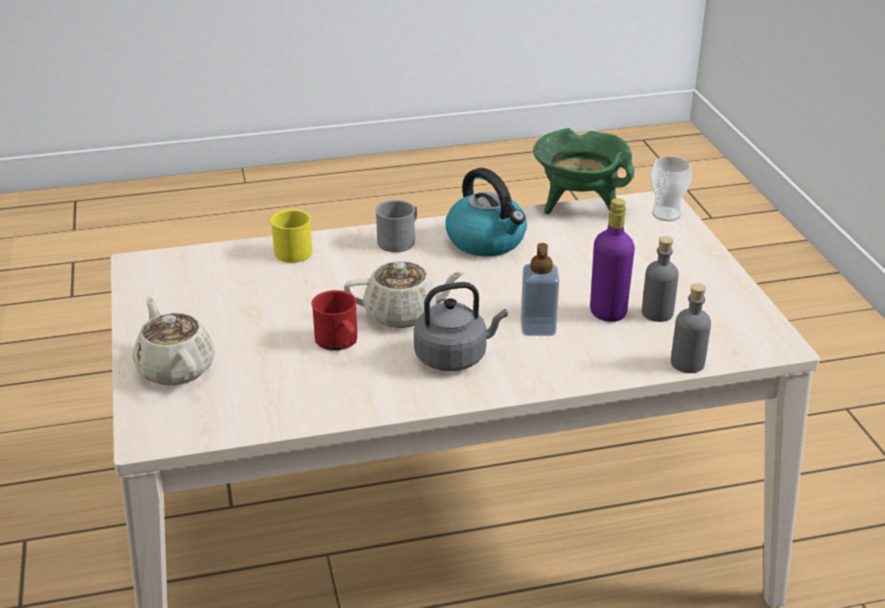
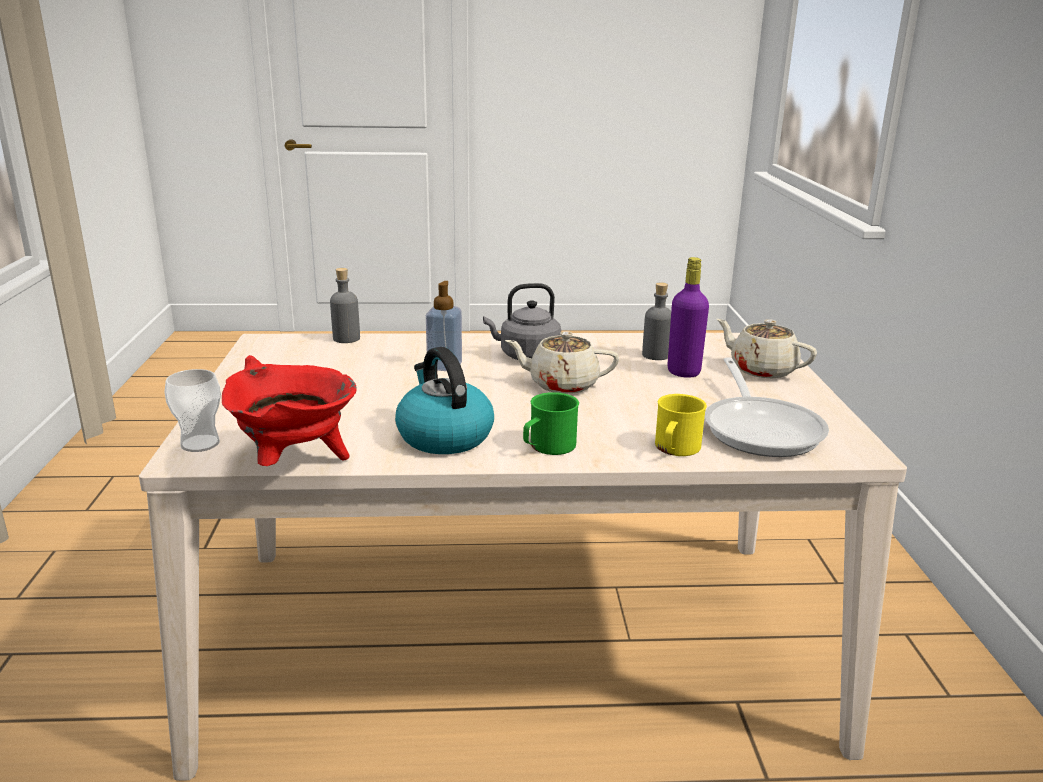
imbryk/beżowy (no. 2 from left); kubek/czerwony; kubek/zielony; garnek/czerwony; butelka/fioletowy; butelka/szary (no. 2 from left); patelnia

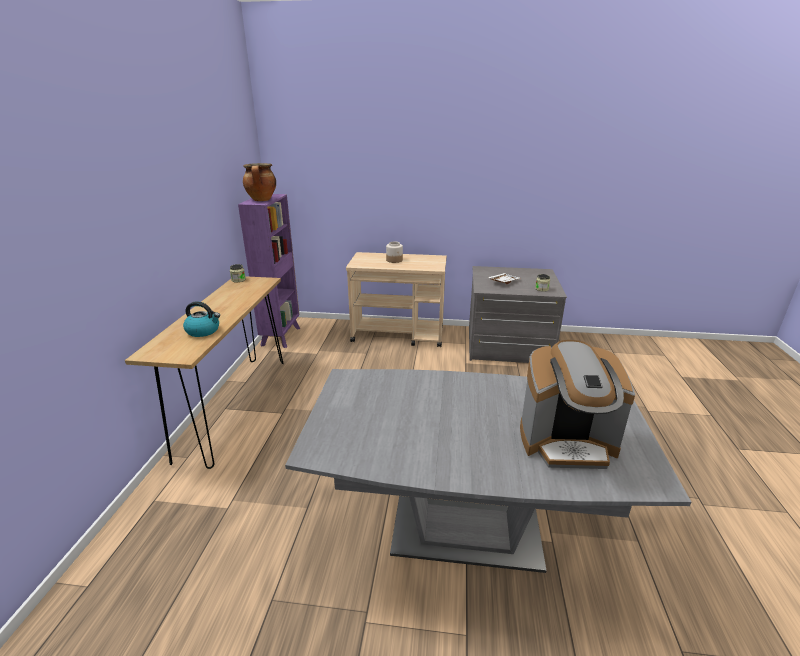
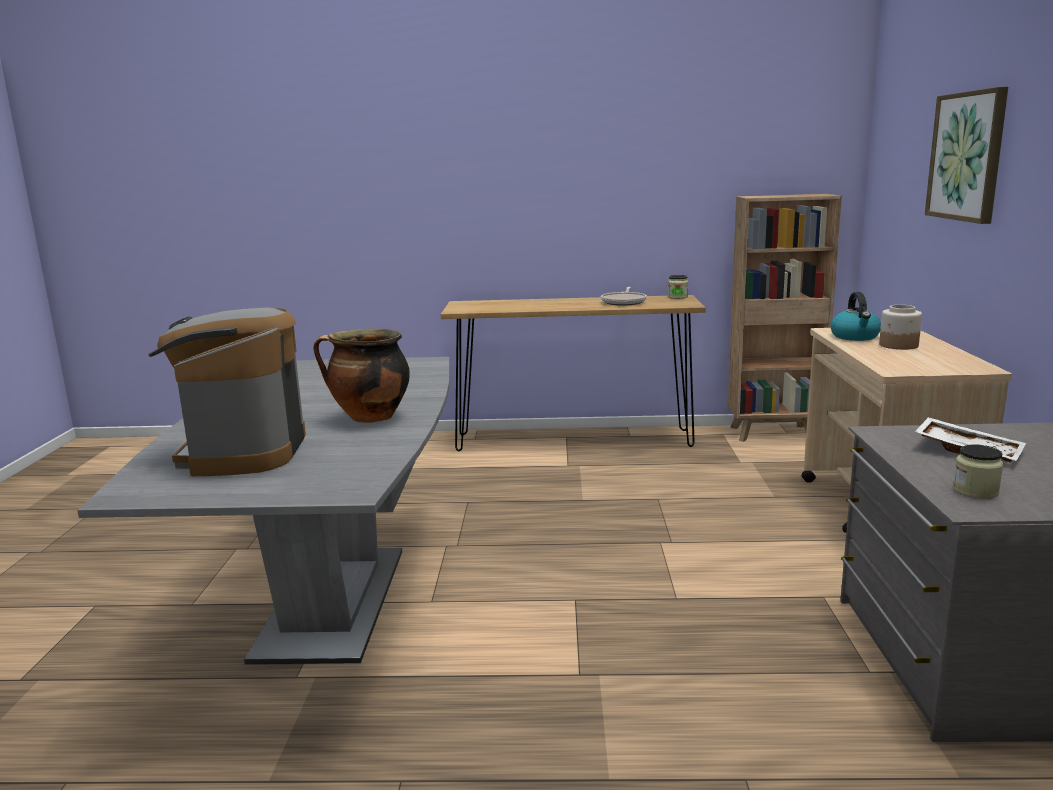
czajnik; regał/brązowy; garnek; patelnia; obraz

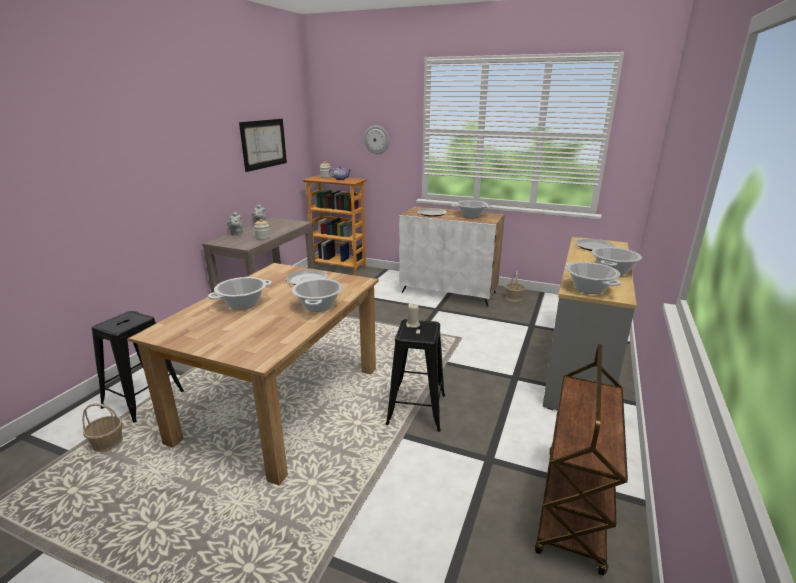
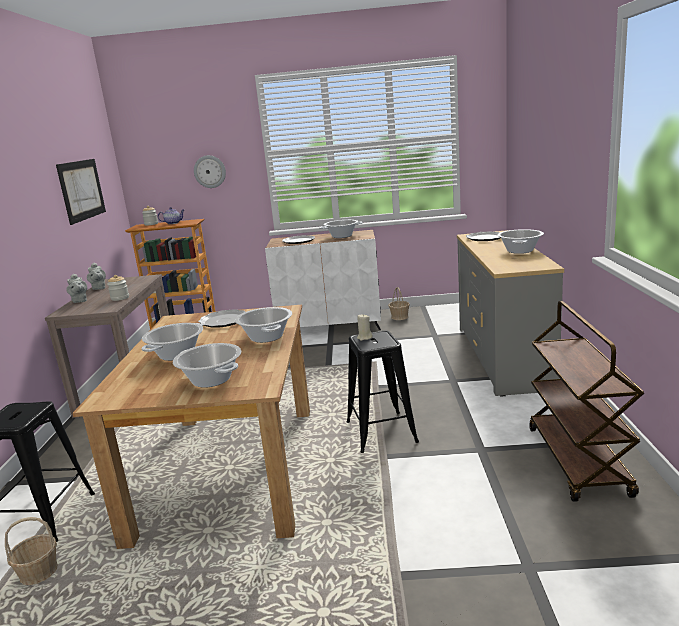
garnek (no. 2 from left)

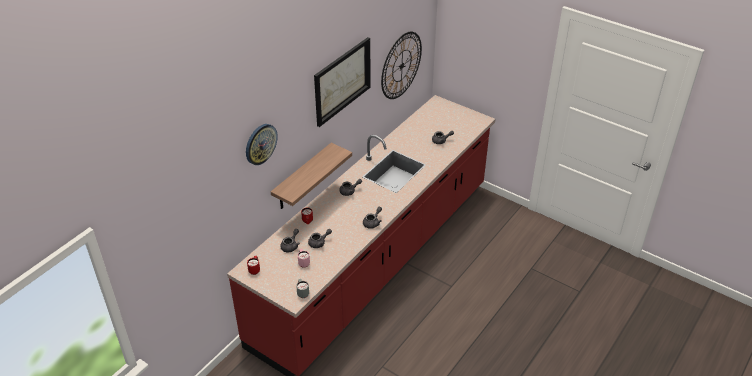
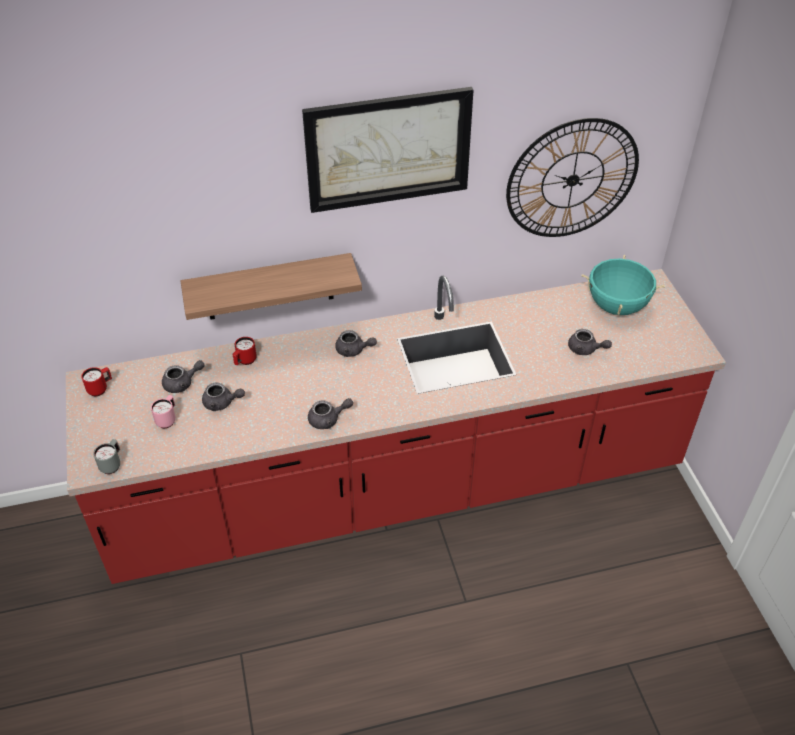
zegar ścienny (no. 1 from left in the first image); garnek/turkusowy

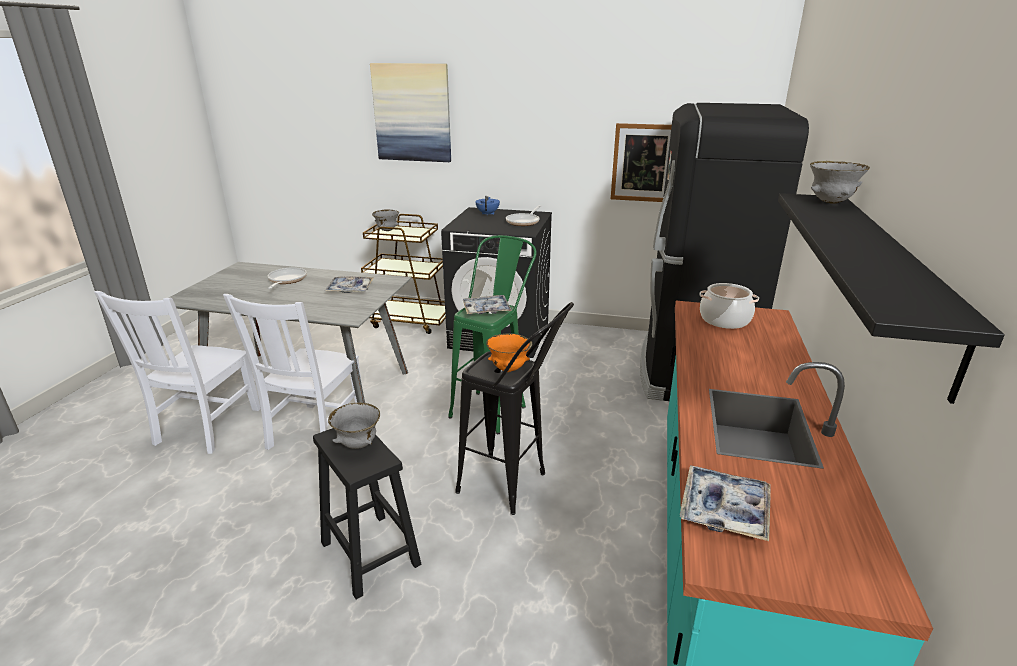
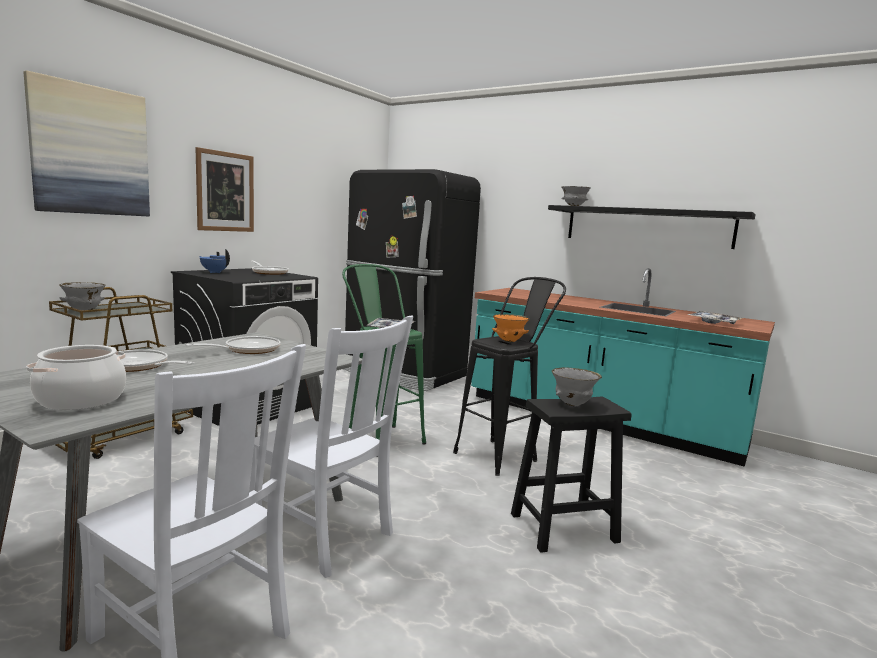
patelnia (no. 2 from left); obraz (no. 2 from left); garnek

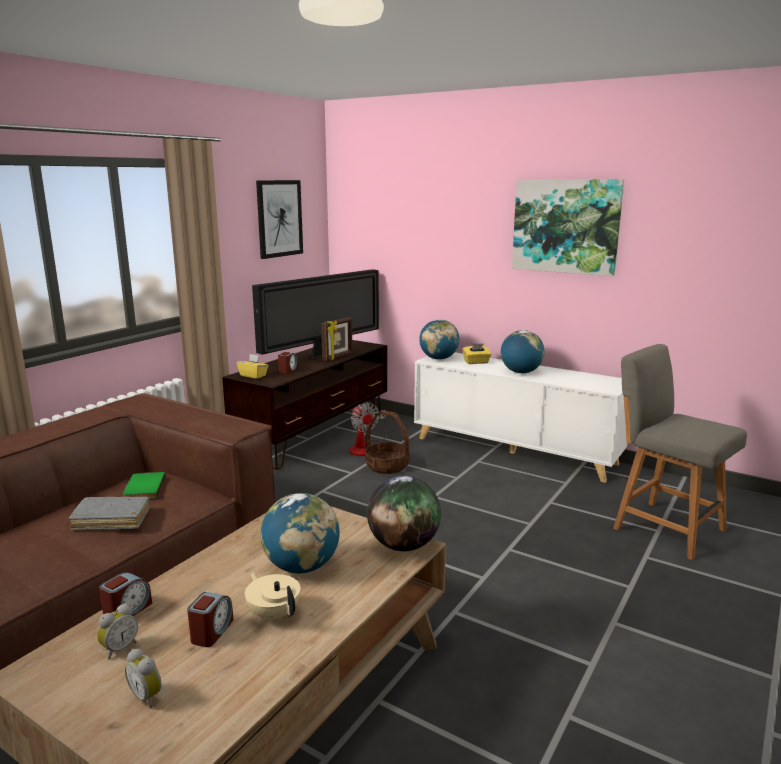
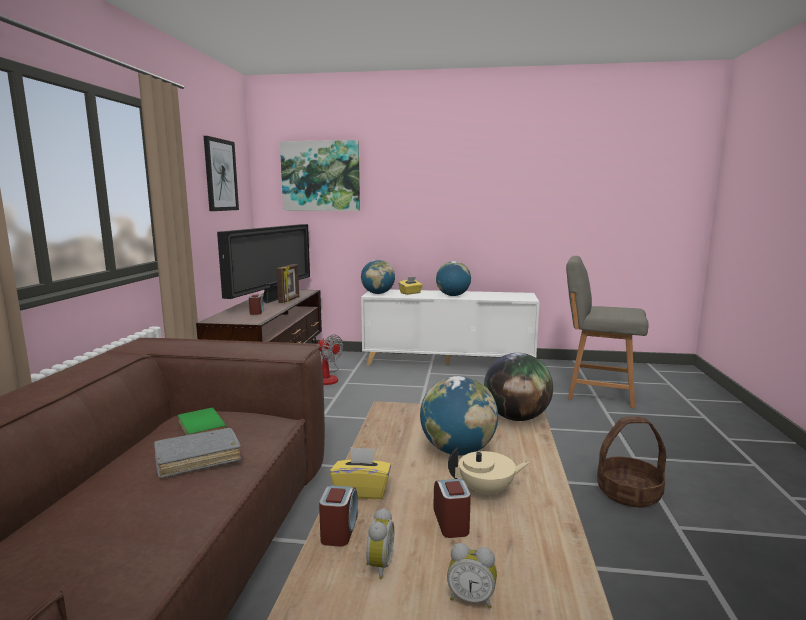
pudełko chusteczek/żółty (no. 1 from left); imbryk/beżowy; koszyk; obraz (no. 2 from left)

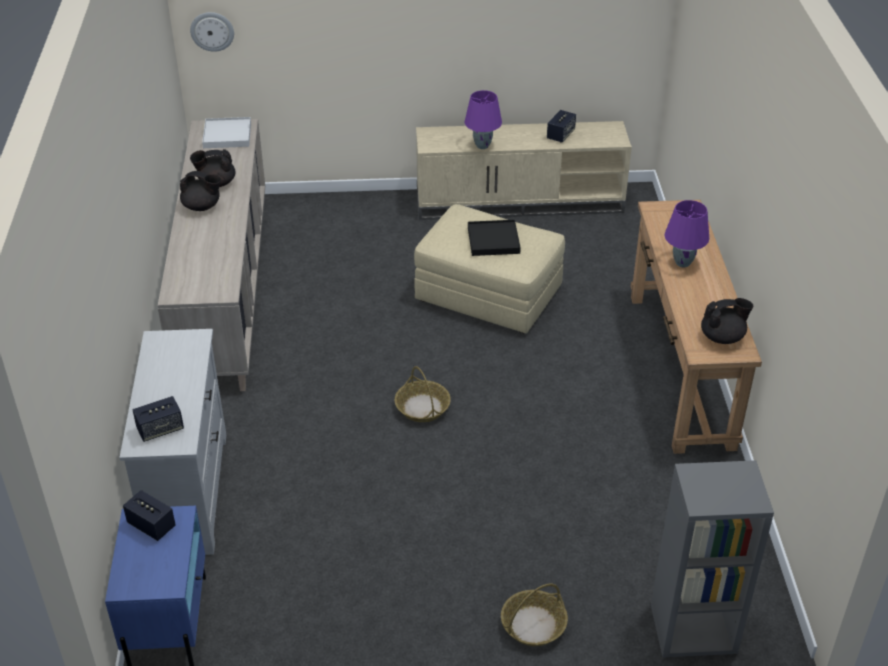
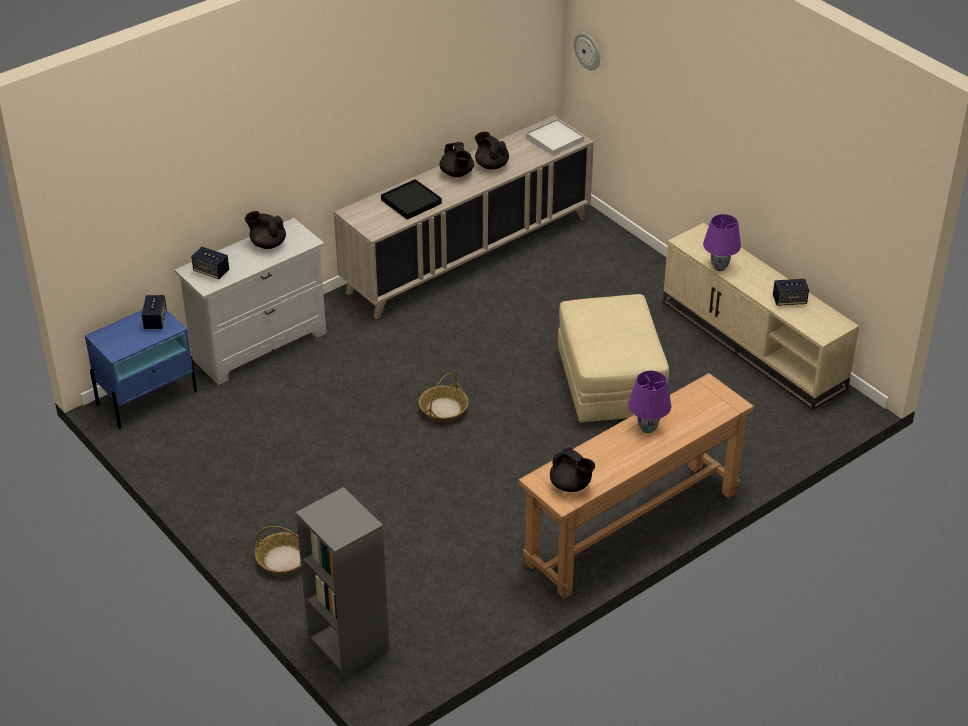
taca/czarny; imbryk/czarny (no. 1 from left)

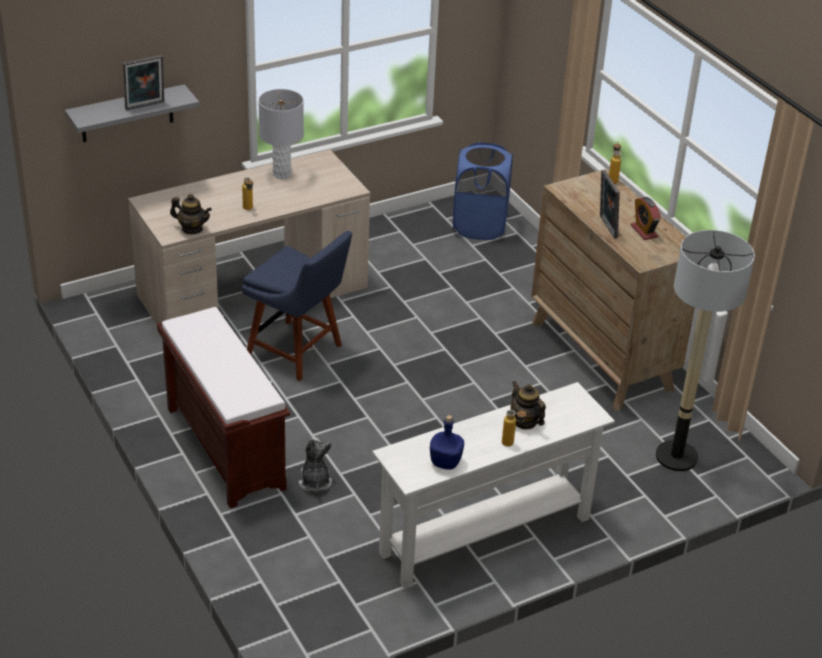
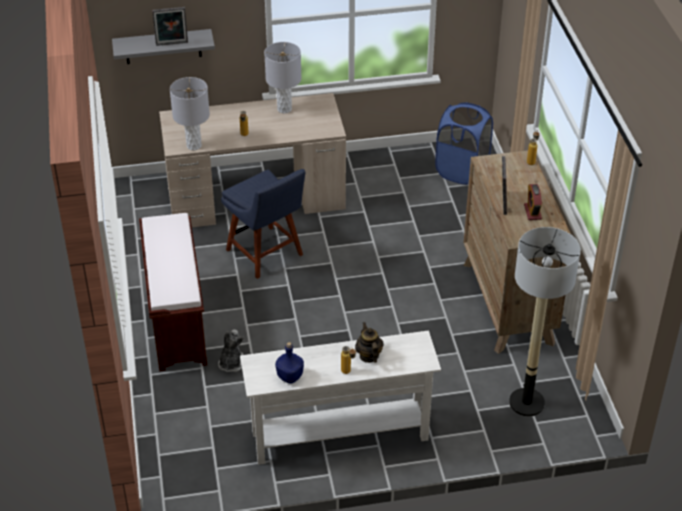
lampa stołowa/szary (no. 1 from left)

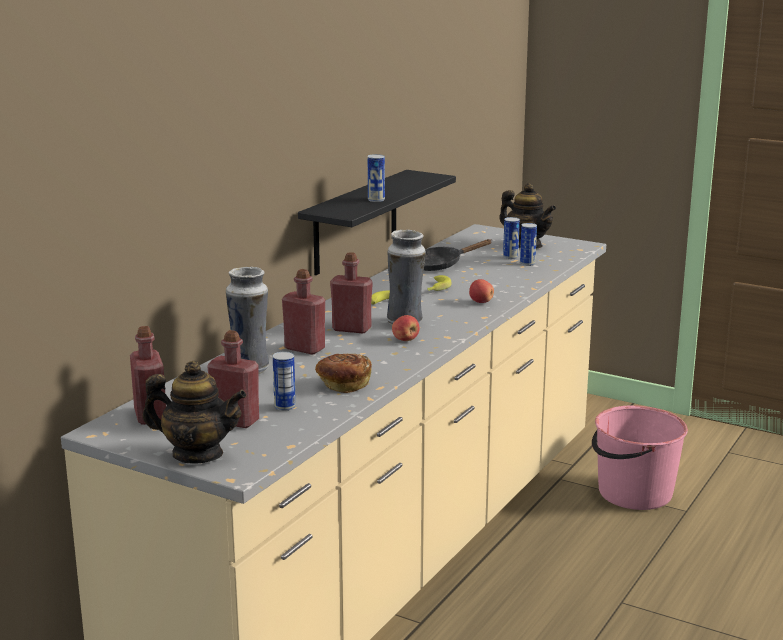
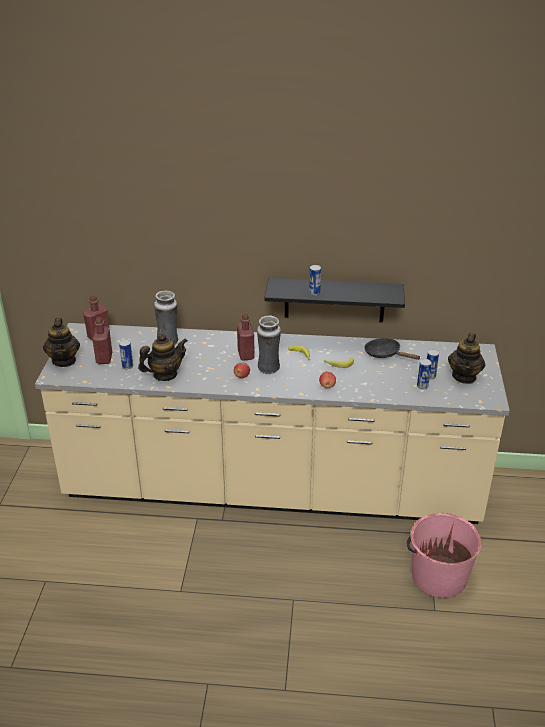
butelka/czerwony (no. 3 from left in the first image); imbryk (no. 2 from left)

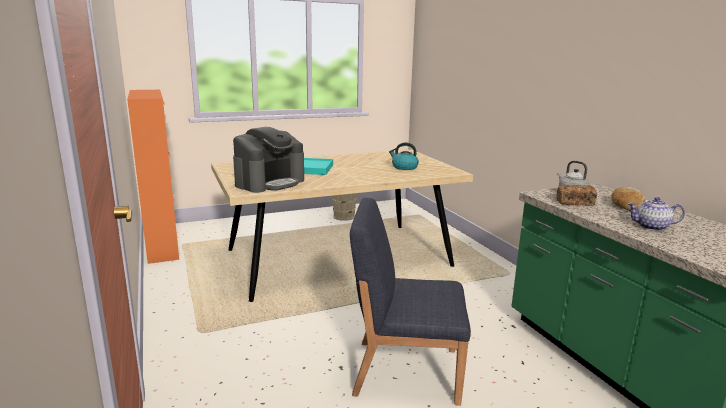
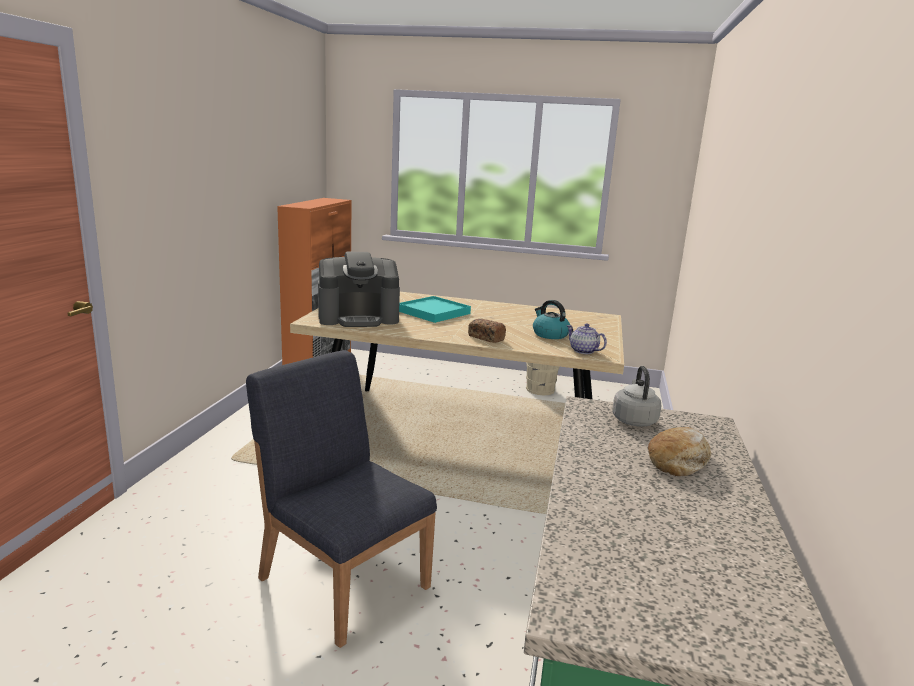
chleb (no. 1 from left); imbryk

